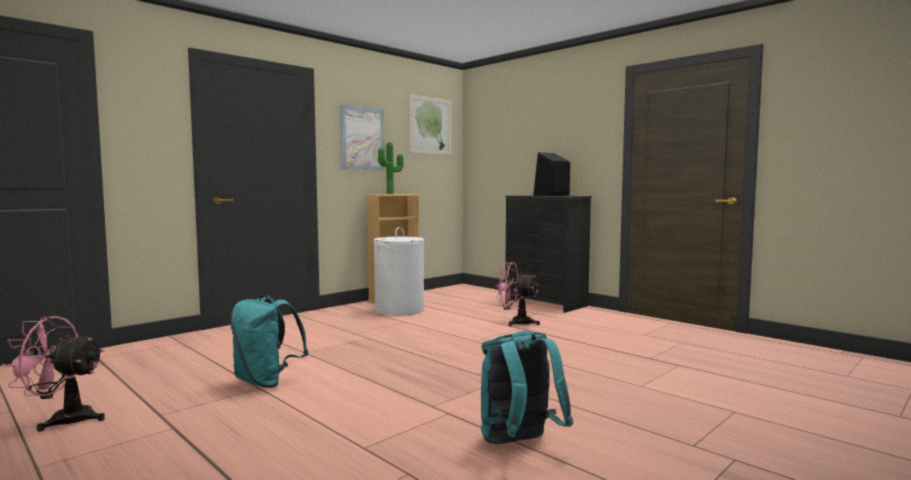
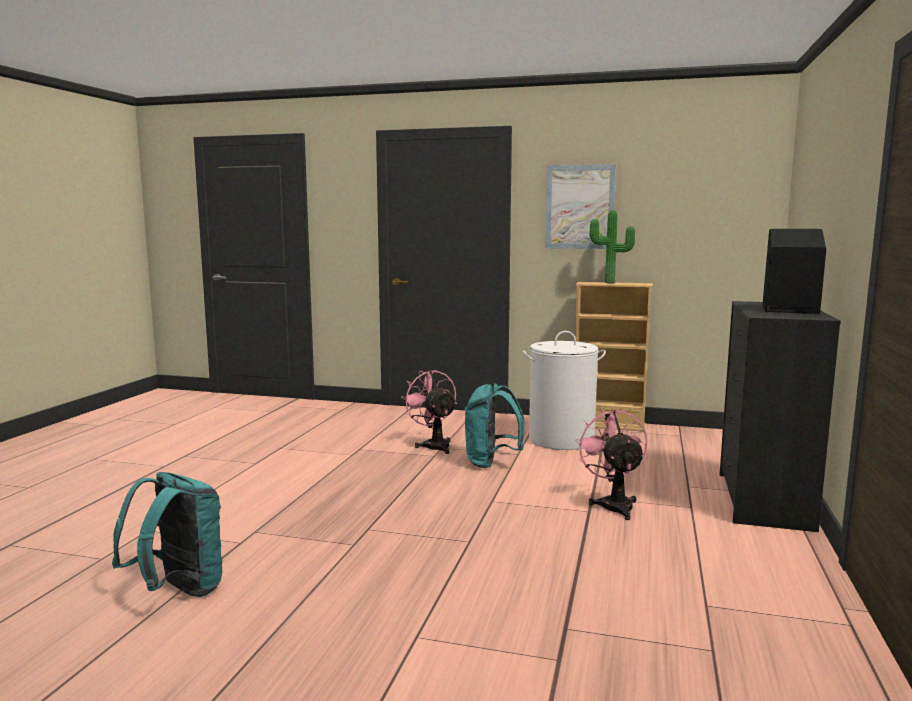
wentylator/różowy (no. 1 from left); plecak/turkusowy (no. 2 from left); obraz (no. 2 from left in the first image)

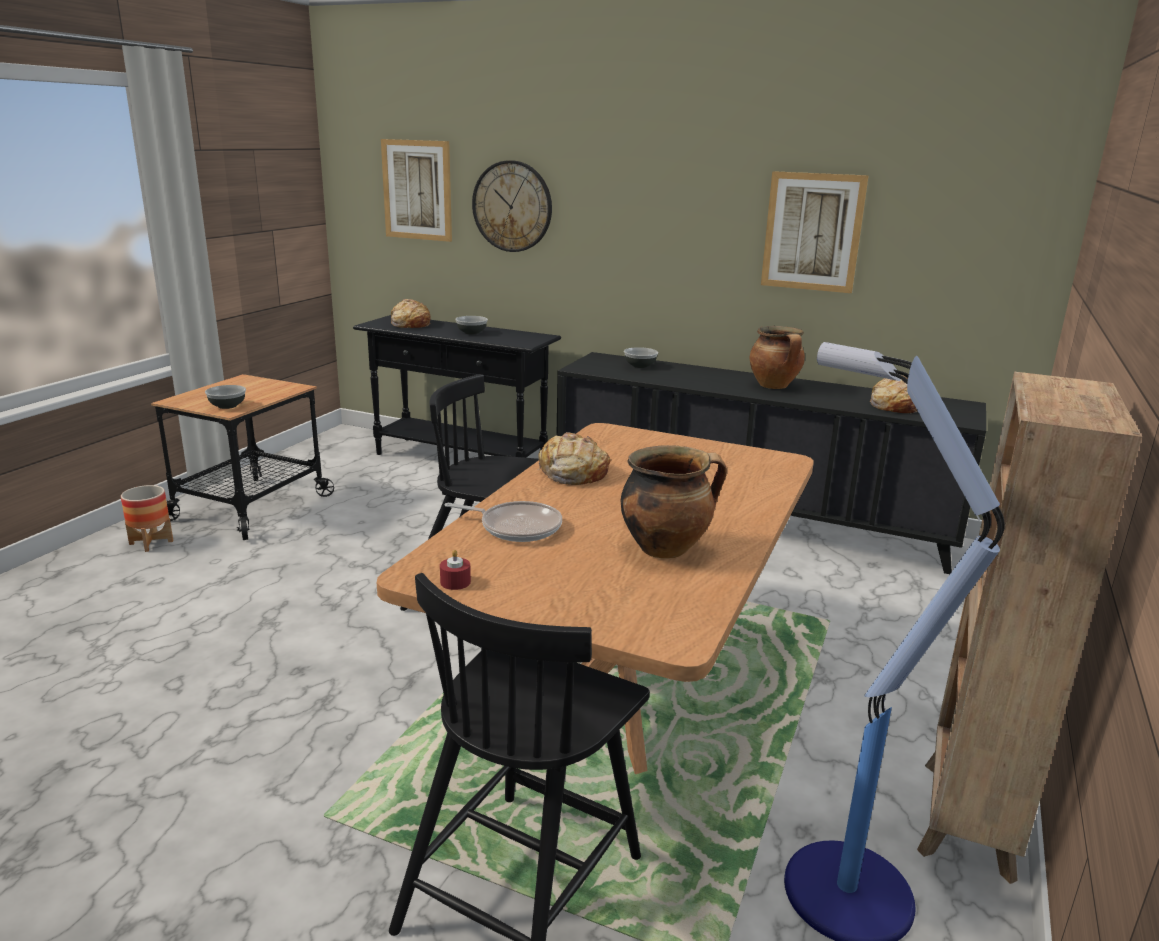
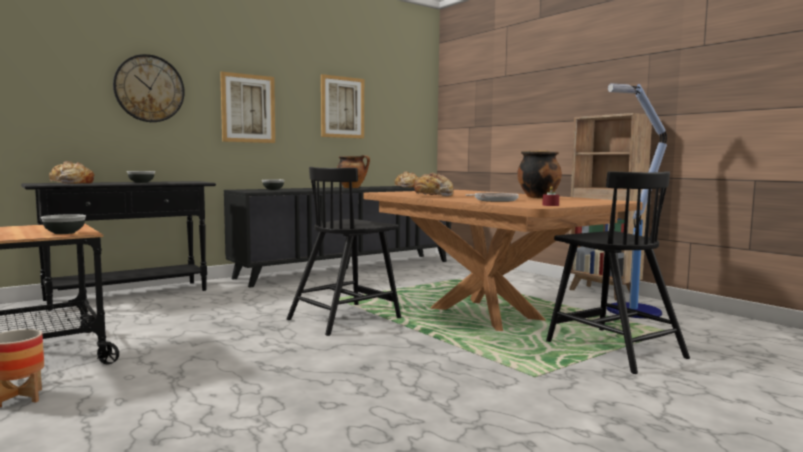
obraz (no. 1 from left)

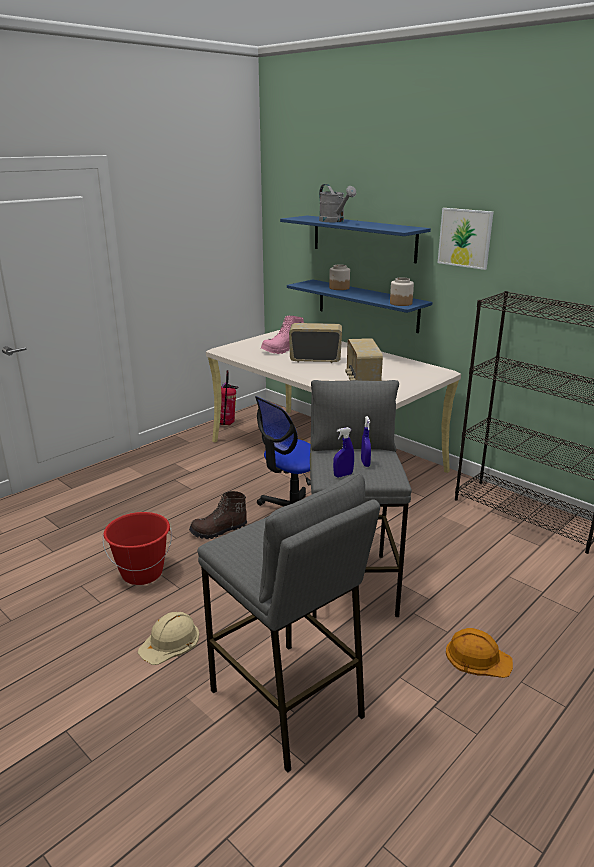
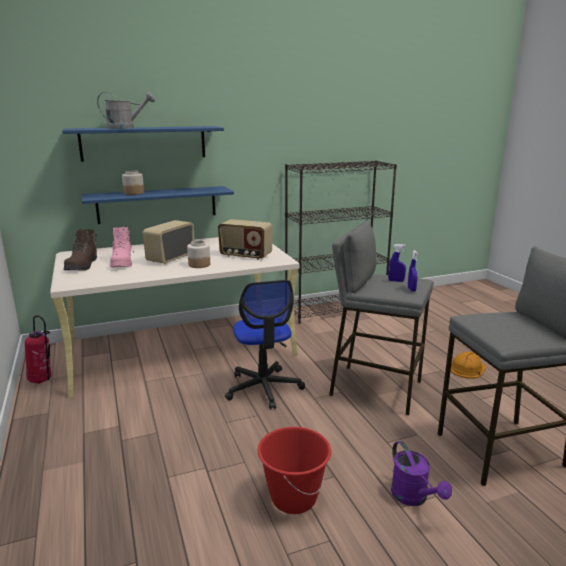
konewka/fioletowy; but z cholewką/brązowy; słoik (no. 2 from left); obraz

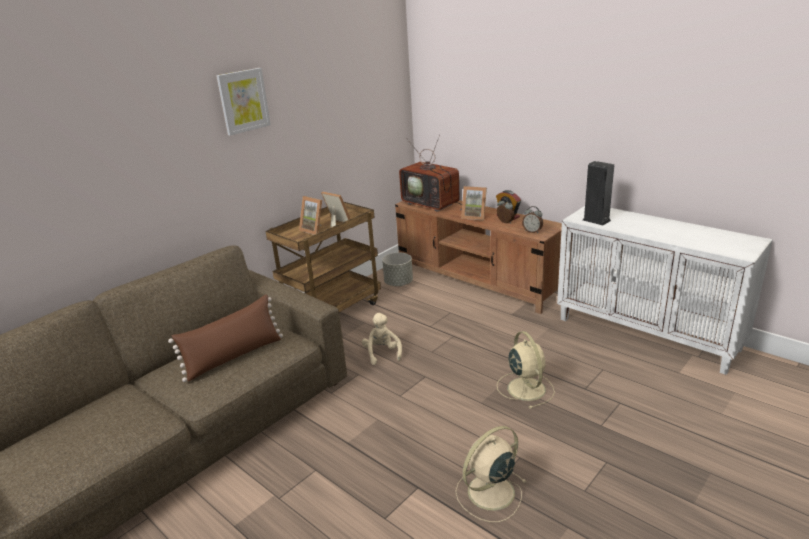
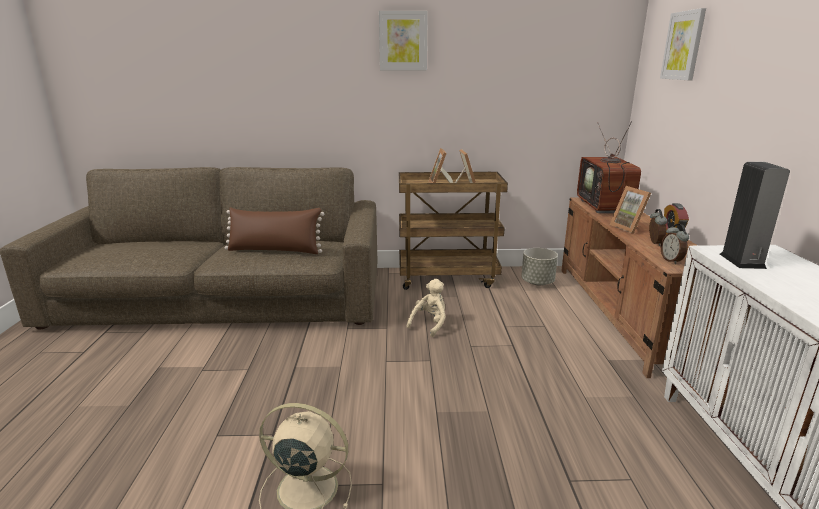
wentylator/beżowy (no. 2 from left in the first image); obraz (no. 2 from left)

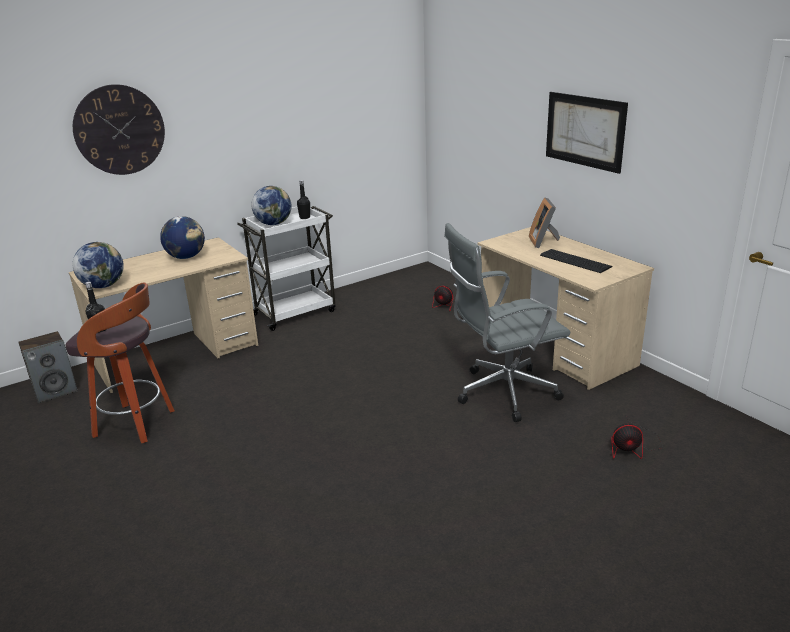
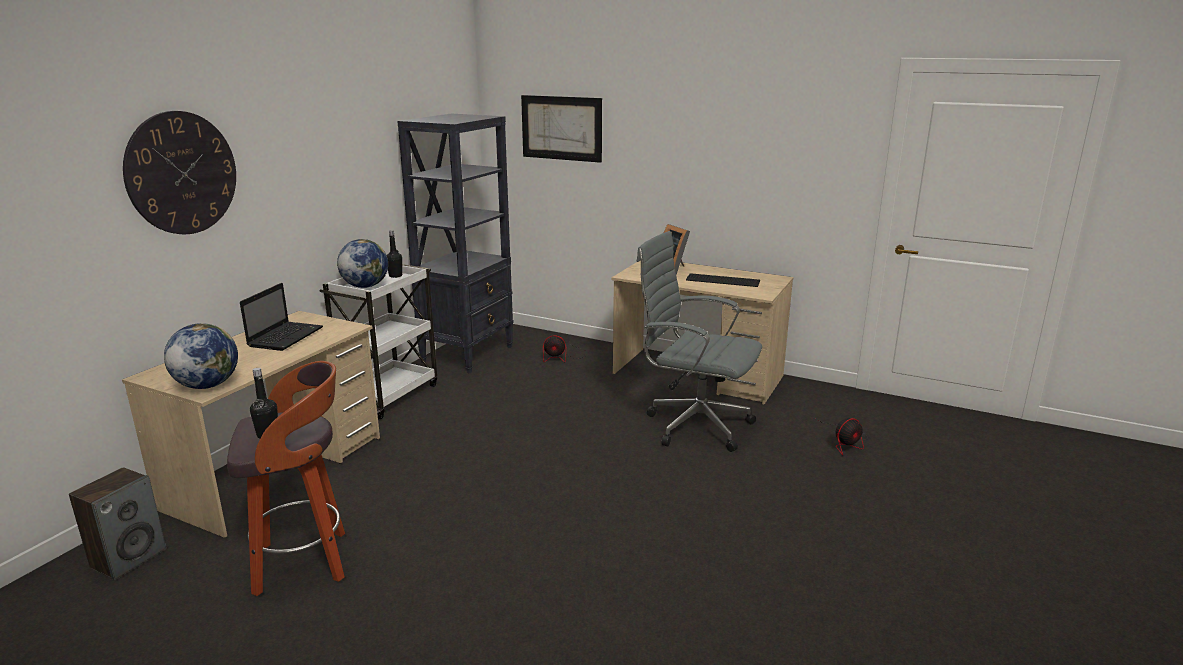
laptop; krzesło biurowe/szary; obraz; regał/czarny

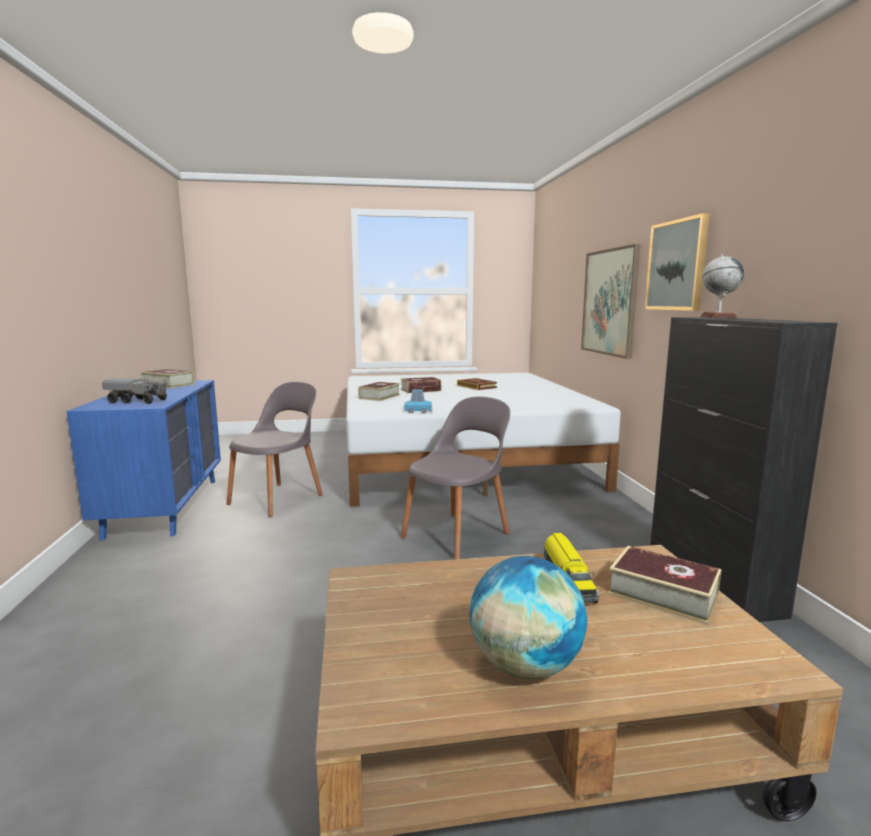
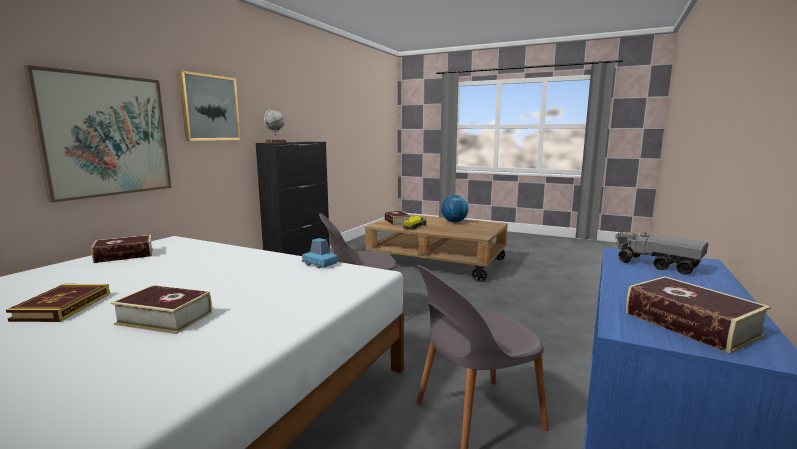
książka (no. 2 from left)

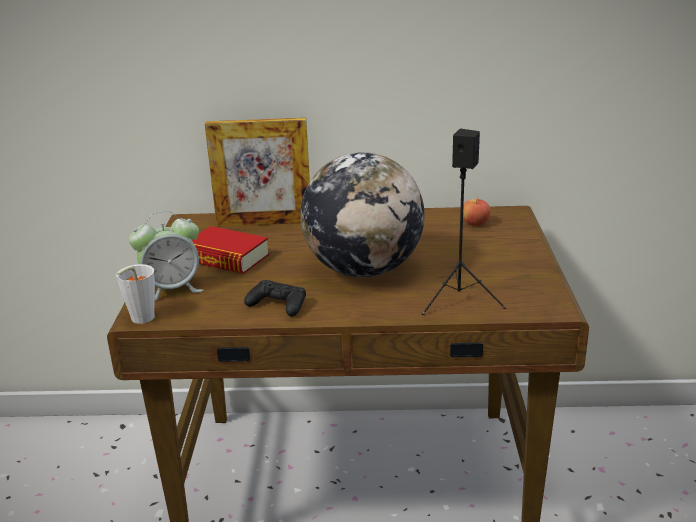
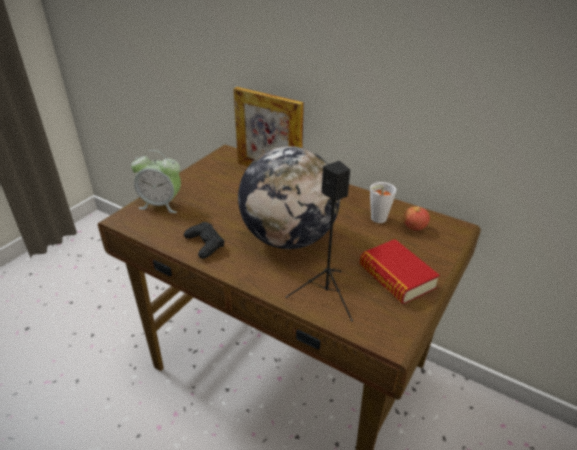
filiżanka/biały; książka

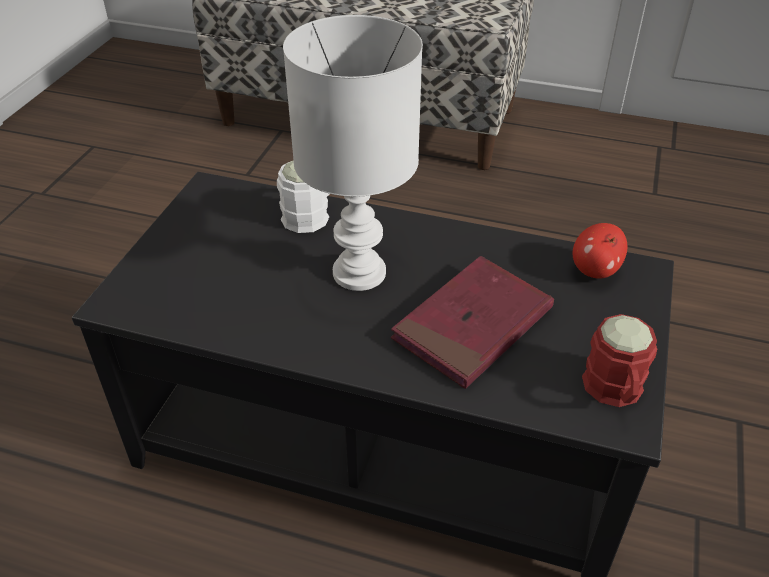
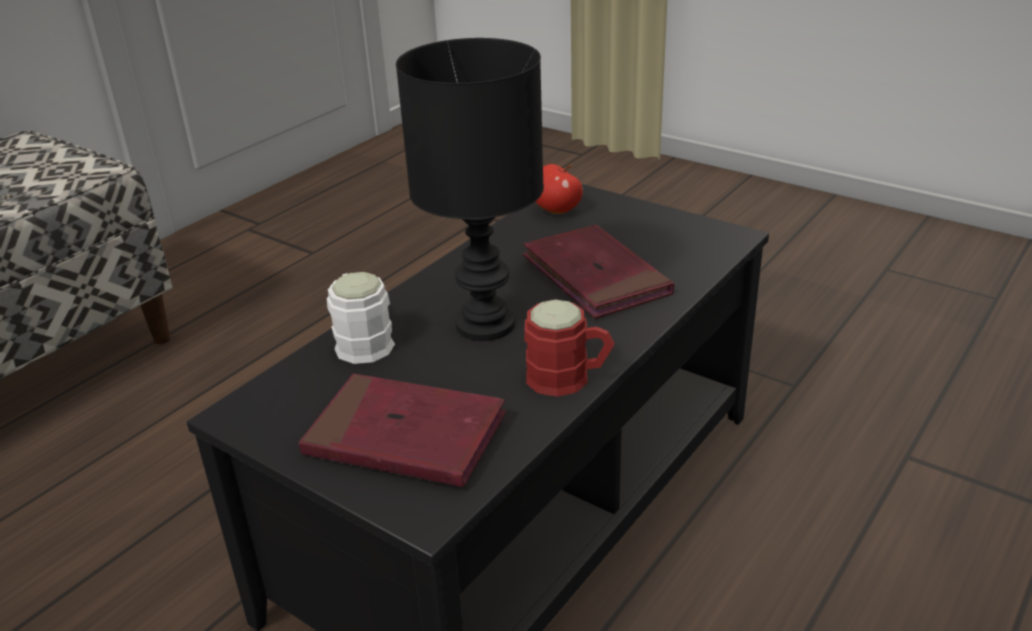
lampa stołowa/czarny; kubek/czerwony; książka/czerwony (no. 1 from left)

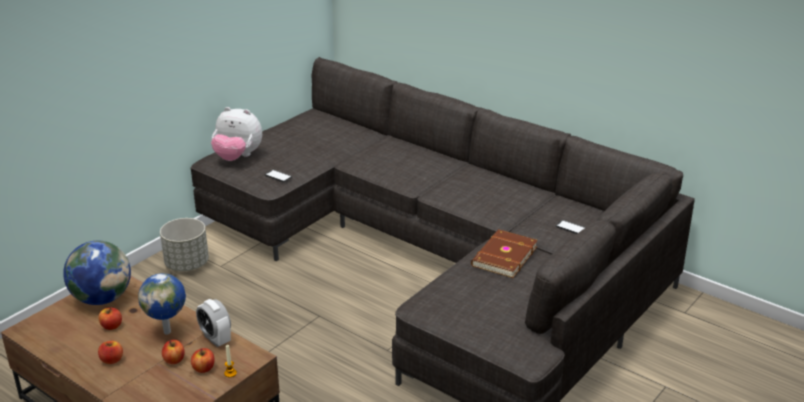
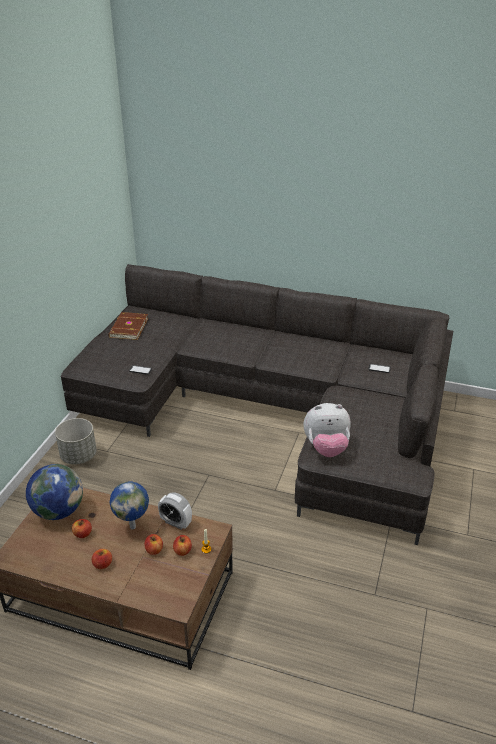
pluszak; książka/brązowy

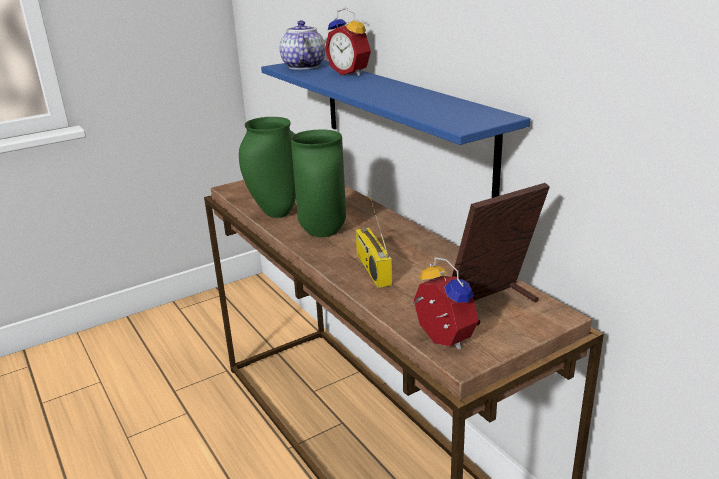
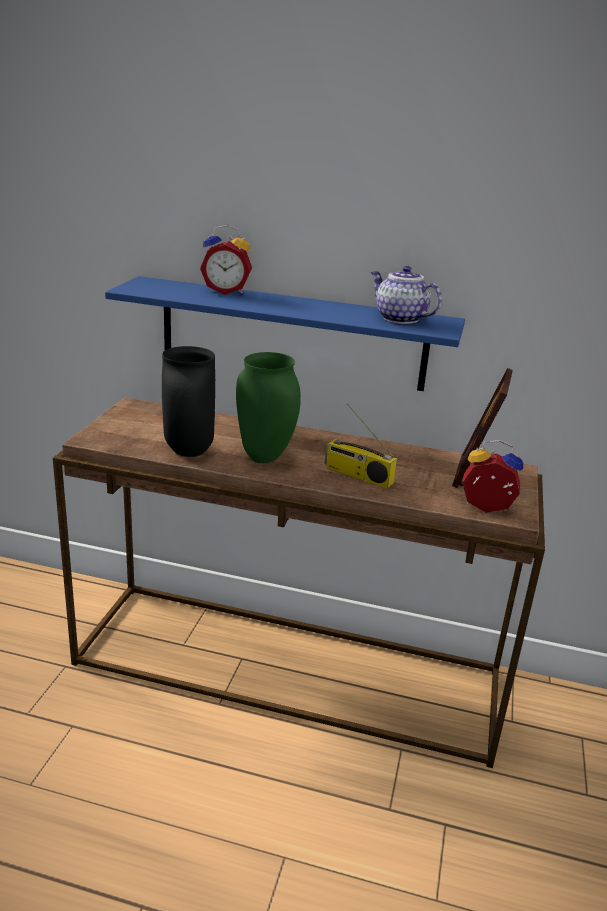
wazon/czarny; imbryk

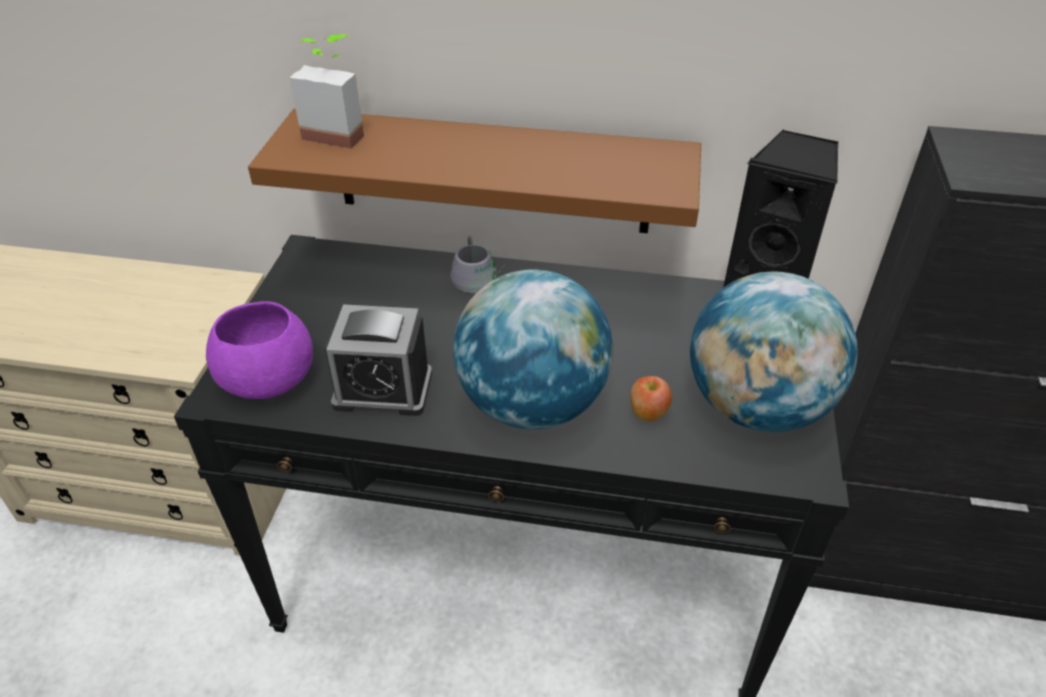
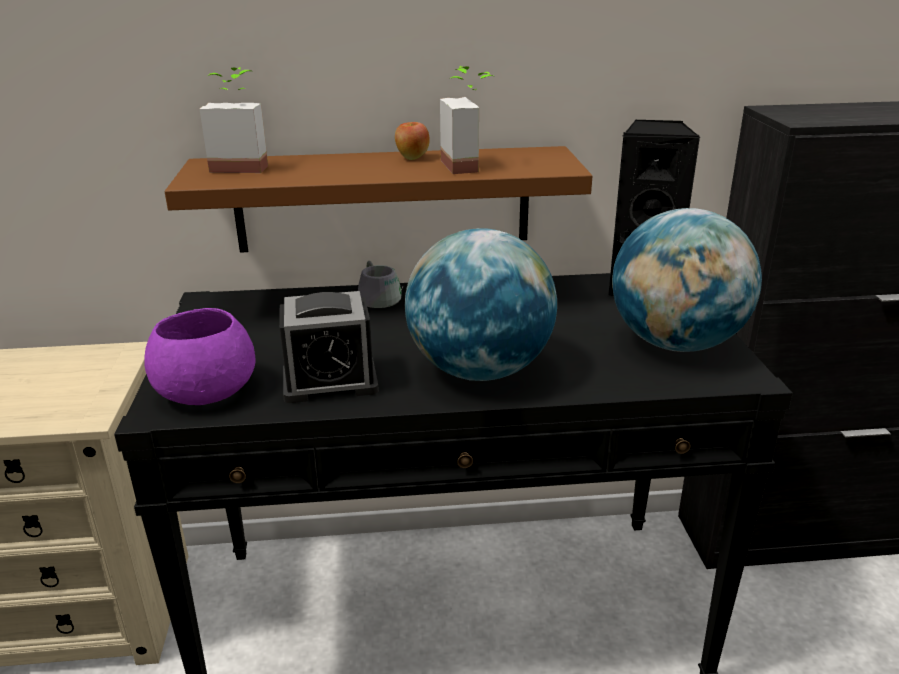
jabłko; roślina doniczkowa (no. 2 from left)

